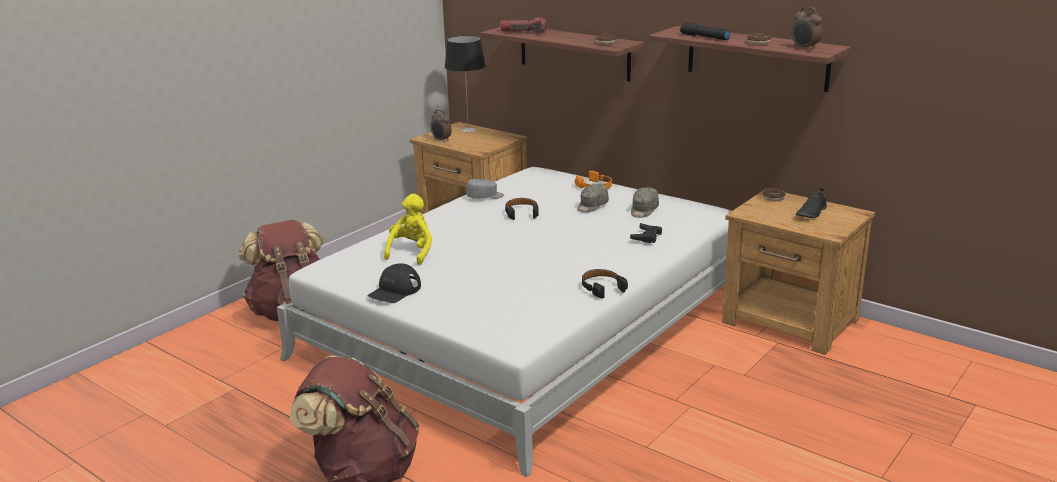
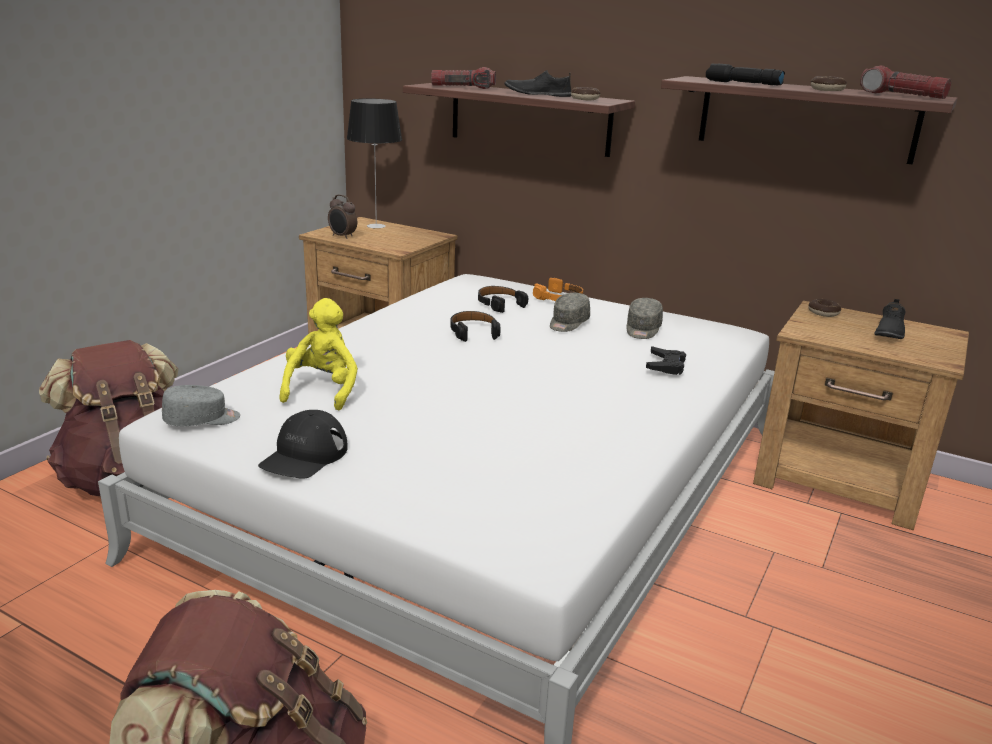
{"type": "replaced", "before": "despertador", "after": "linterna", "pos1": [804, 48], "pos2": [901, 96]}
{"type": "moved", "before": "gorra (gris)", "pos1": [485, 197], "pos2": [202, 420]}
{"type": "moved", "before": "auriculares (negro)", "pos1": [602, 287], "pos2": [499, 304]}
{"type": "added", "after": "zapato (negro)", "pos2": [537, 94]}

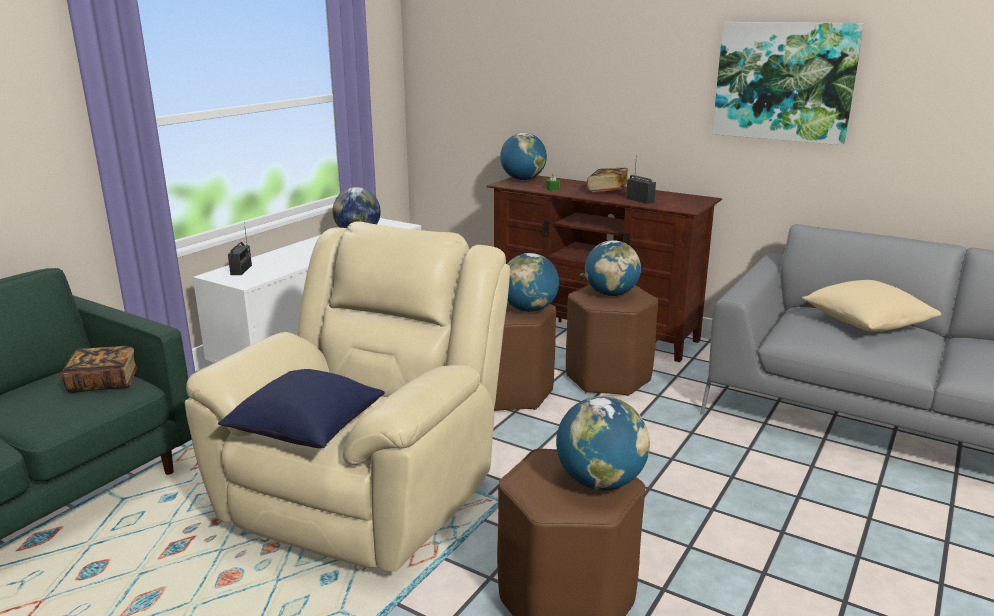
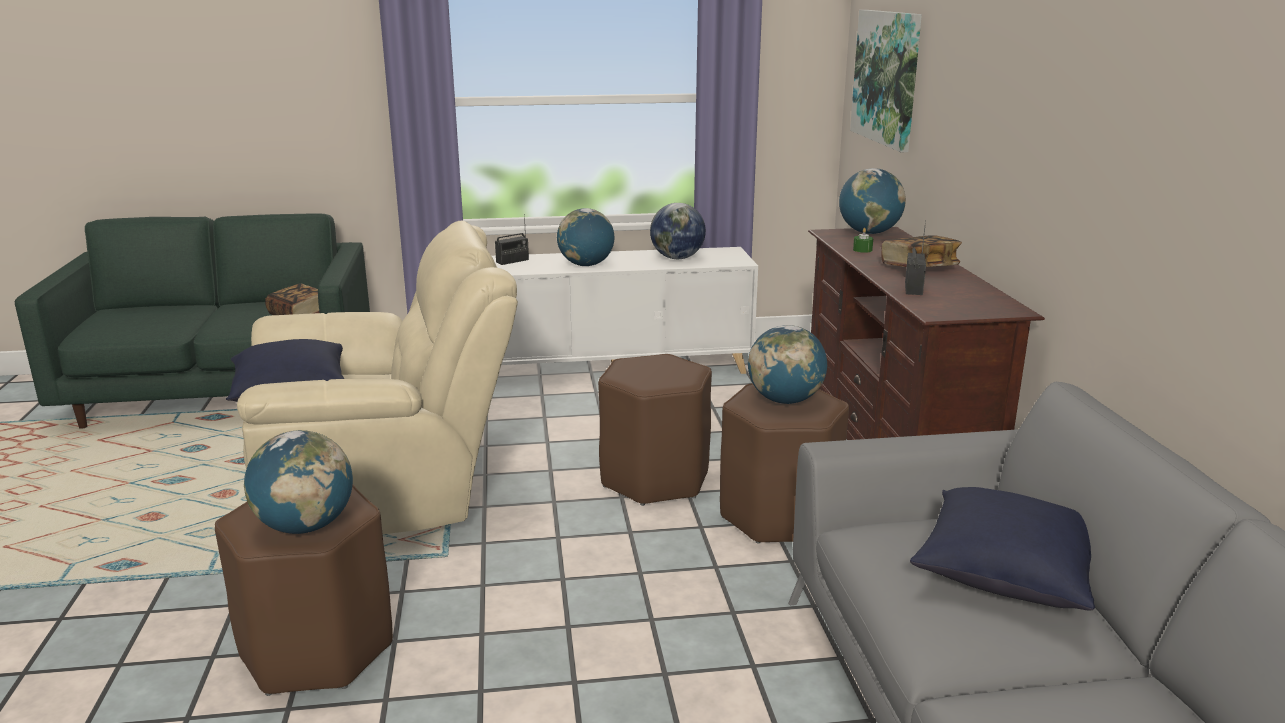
{"type": "moved", "before": "cuadro", "pos1": [784, 82], "pos2": [887, 77]}
{"type": "moved", "before": "globo terráqueo", "pos1": [529, 309], "pos2": [586, 265]}
{"type": "recoloured", "before": "cojín (beis)", "after": "cojín (azul)", "pos1": [865, 323], "pos2": [1006, 573]}

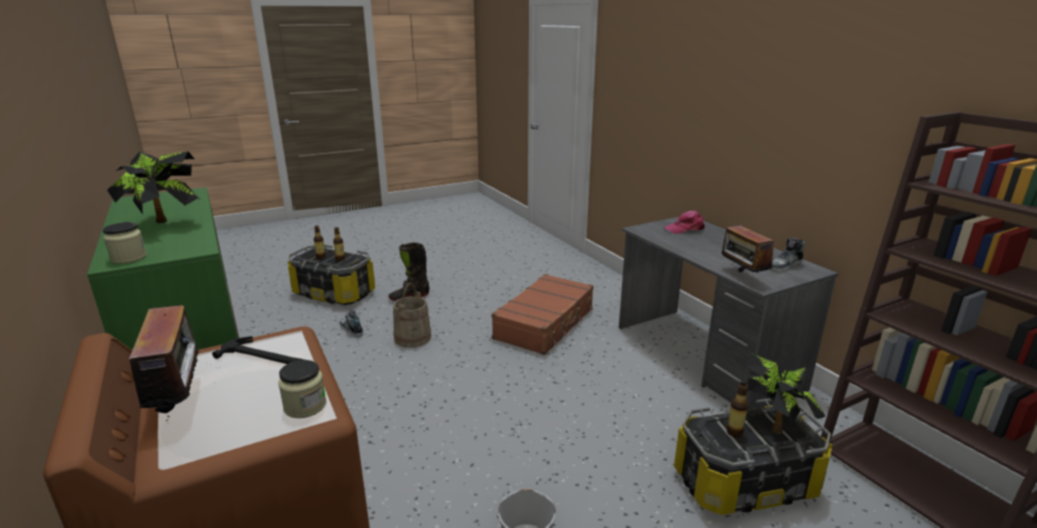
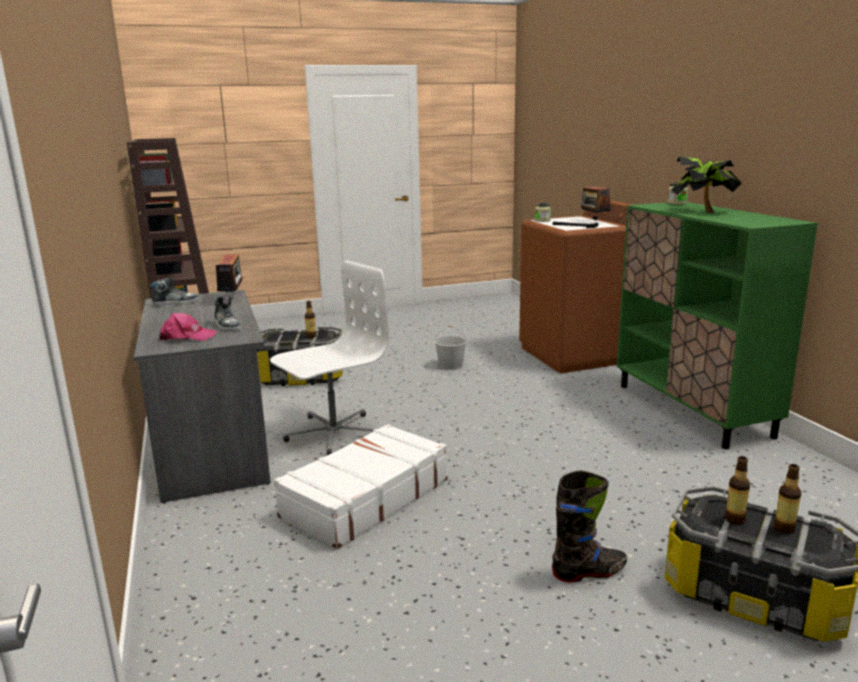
{"type": "recoloured", "before": "maleta (marrón)", "after": "maleta (blanco)", "pos1": [545, 324], "pos2": [364, 498]}
{"type": "removed", "before": "cubo (beis)", "pos1": [412, 337]}
{"type": "moved", "before": "zapato", "pos1": [351, 330], "pos2": [227, 326]}
{"type": "removed", "before": "planta en maceta", "pos1": [774, 424]}
{"type": "added", "after": "silla de oficina (blanco)", "pos2": [333, 433]}

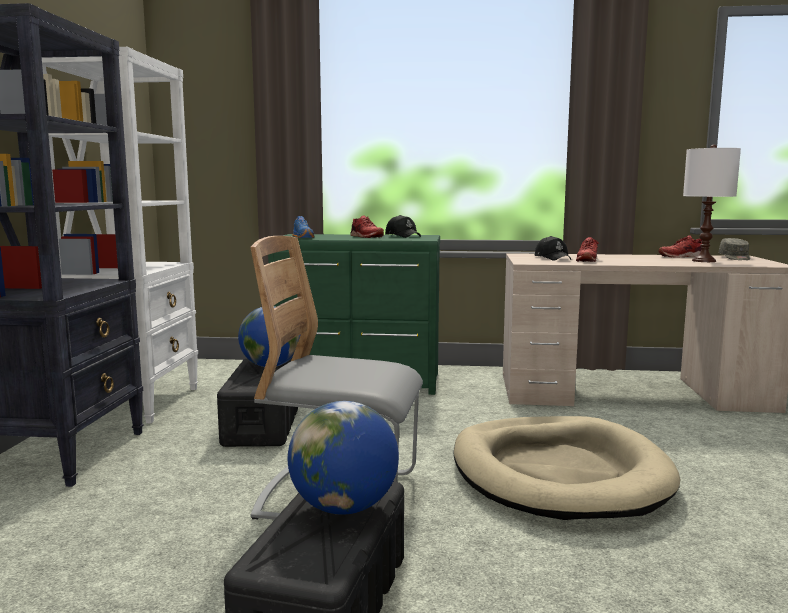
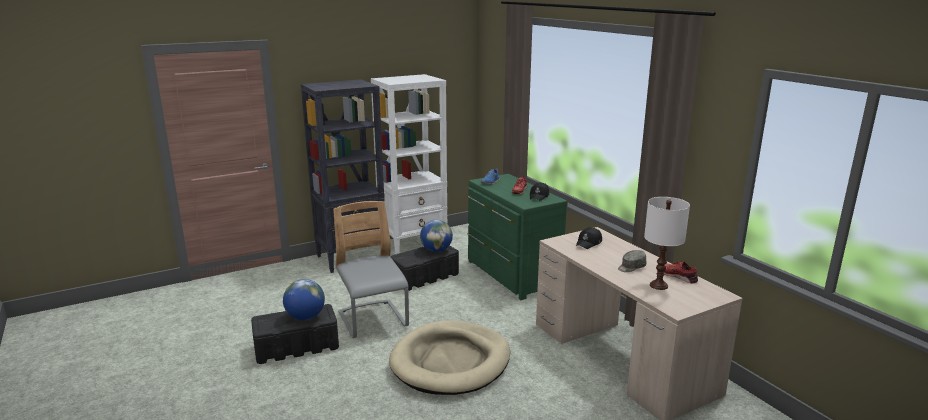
{"type": "removed", "before": "zapato (rojo)", "pos1": [587, 260]}
{"type": "moved", "before": "gorra (gris)", "pos1": [735, 258], "pos2": [631, 267]}

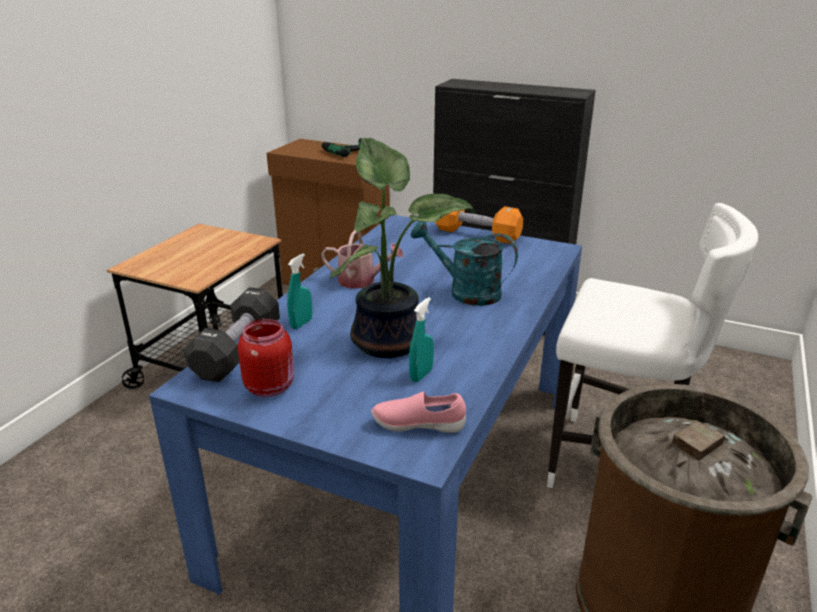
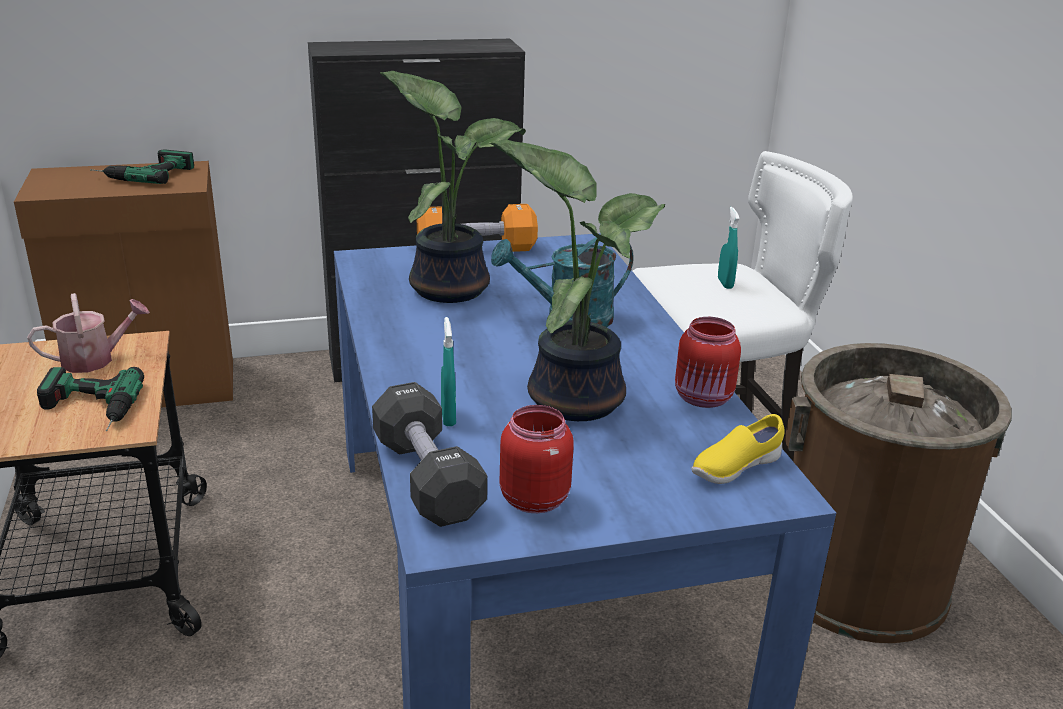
{"type": "moved", "before": "regadera", "pos1": [362, 281], "pos2": [95, 359]}
{"type": "moved", "before": "pulverizador (turquesa)", "pos1": [421, 375], "pos2": [725, 283]}
{"type": "recoloured", "before": "zapato (rosa)", "after": "zapato (amarillo)", "pos1": [418, 425], "pos2": [734, 468]}
{"type": "added", "after": "planta en maceta", "pos2": [449, 287]}
{"type": "added", "after": "tarro (rojo)", "pos2": [704, 399]}
{"type": "added", "after": "taladro", "pos2": [87, 411]}

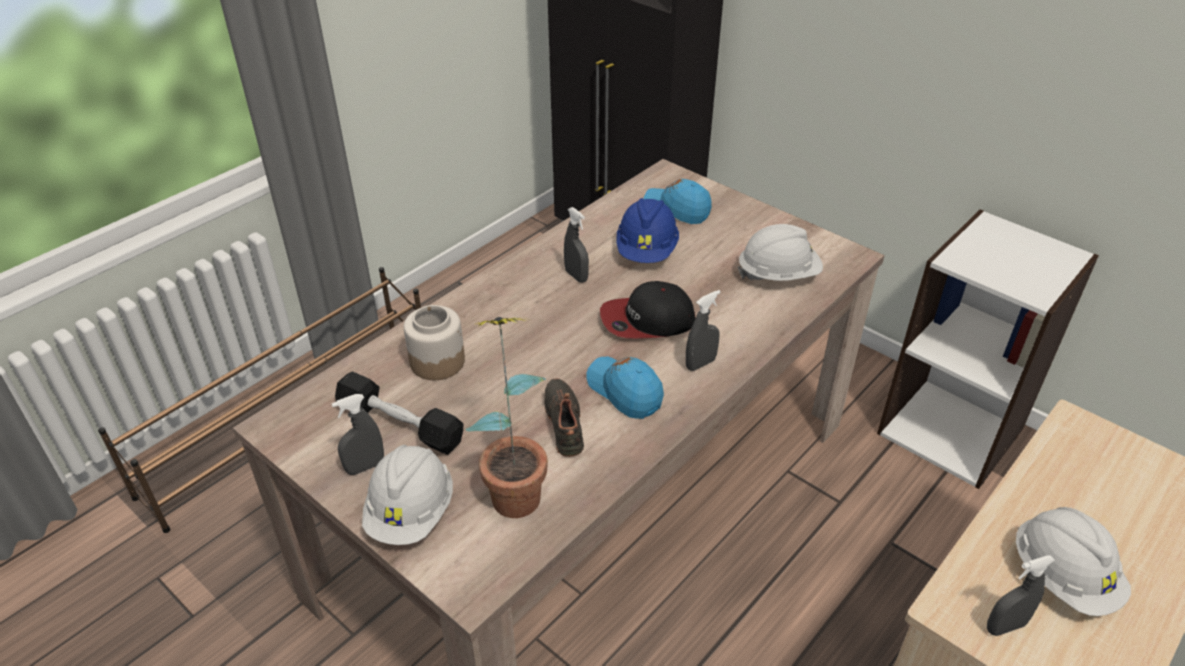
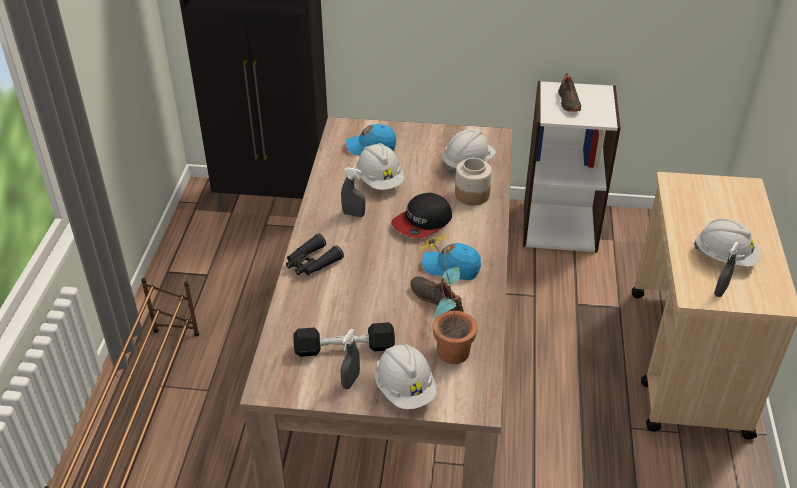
{"type": "recoloured", "before": "casco (azul)", "after": "casco (blanco)", "pos1": [647, 251], "pos2": [379, 181]}
{"type": "removed", "before": "pulverizador (gris)", "pos1": [700, 363]}
{"type": "moved", "before": "tarro", "pos1": [437, 361], "pos2": [471, 194]}
{"type": "added", "after": "zapato (negro)", "pos2": [568, 102]}
{"type": "added", "after": "prismáticos (negro)", "pos2": [312, 263]}

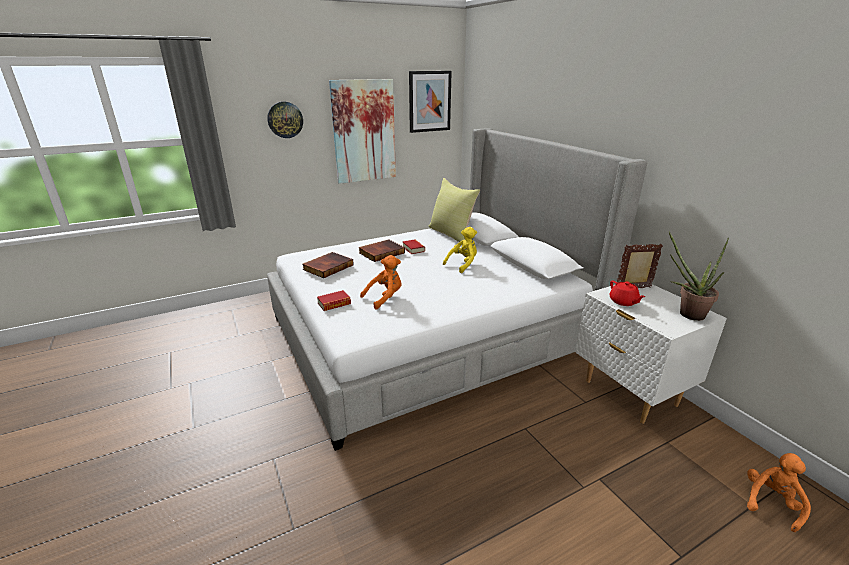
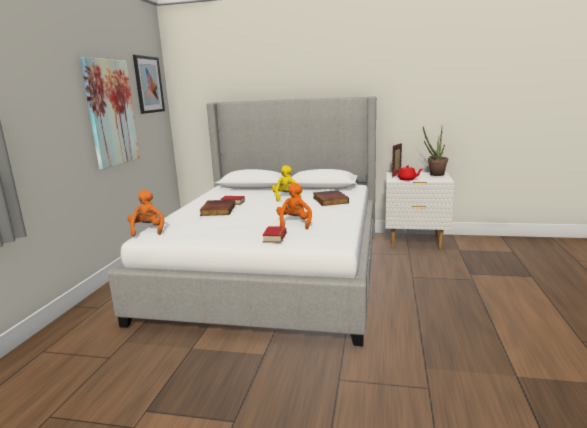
{"type": "removed", "before": "reloj de pared", "pos1": [285, 120]}
{"type": "removed", "before": "cojín (amarillo)", "pos1": [452, 234]}
{"type": "moved", "before": "libro", "pos1": [328, 267], "pos2": [329, 200]}
{"type": "moved", "before": "peluche (naranja)", "pos1": [771, 502], "pos2": [147, 230]}

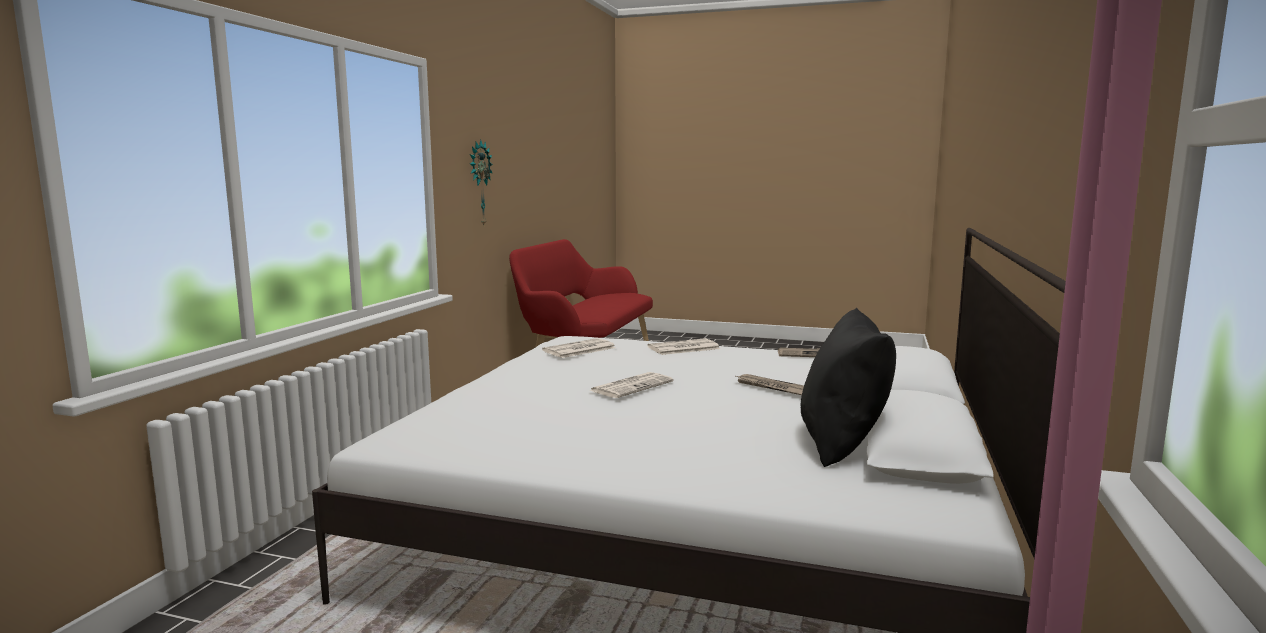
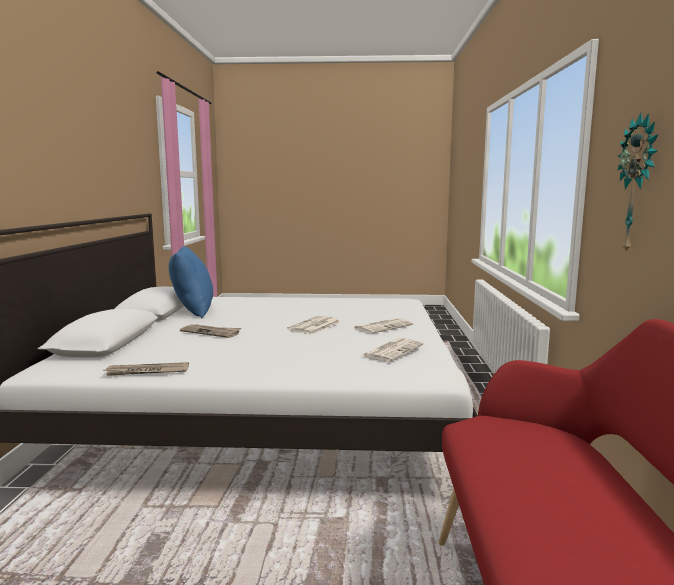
{"type": "recoloured", "before": "cojín (negro)", "after": "cojín (azul)", "pos1": [842, 443], "pos2": [193, 311]}
{"type": "moved", "before": "periódico", "pos1": [683, 348], "pos2": [383, 326]}

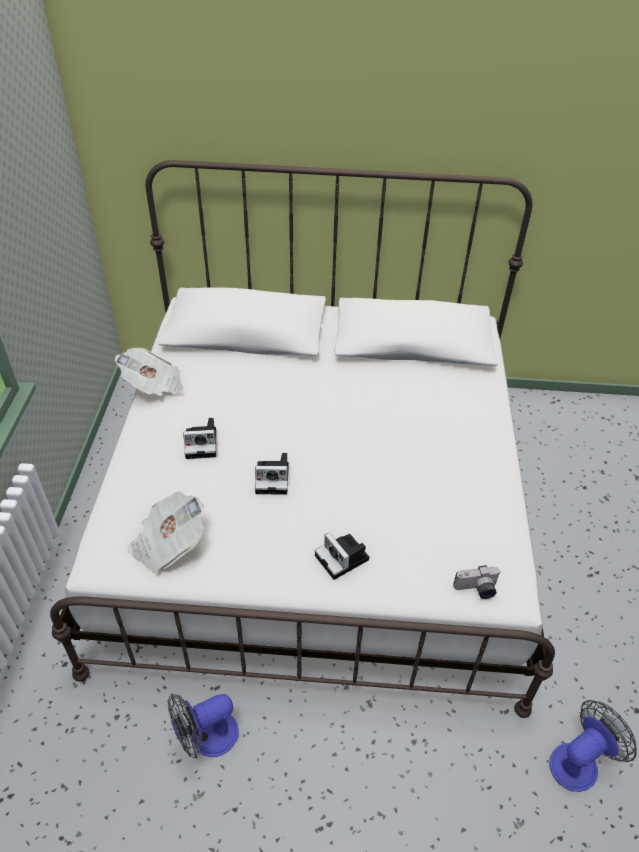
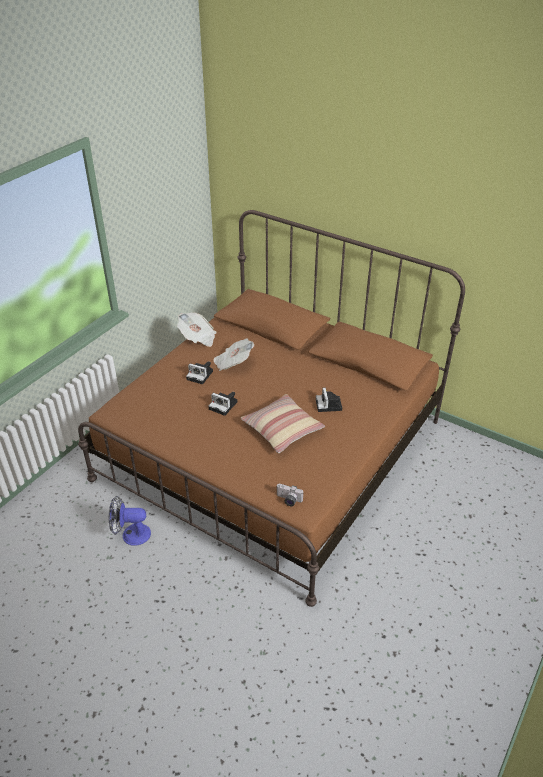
{"type": "recoloured", "before": "cama (blanco)", "after": "cama (marrón)", "pos1": [316, 509], "pos2": [271, 449]}
{"type": "moved", "before": "periódico", "pos1": [168, 544], "pos2": [233, 363]}
{"type": "moved", "before": "cámara", "pos1": [343, 559], "pos2": [329, 405]}
{"type": "removed", "before": "ventilador", "pos1": [579, 761]}
{"type": "added", "after": "cojín", "pos2": [282, 429]}

